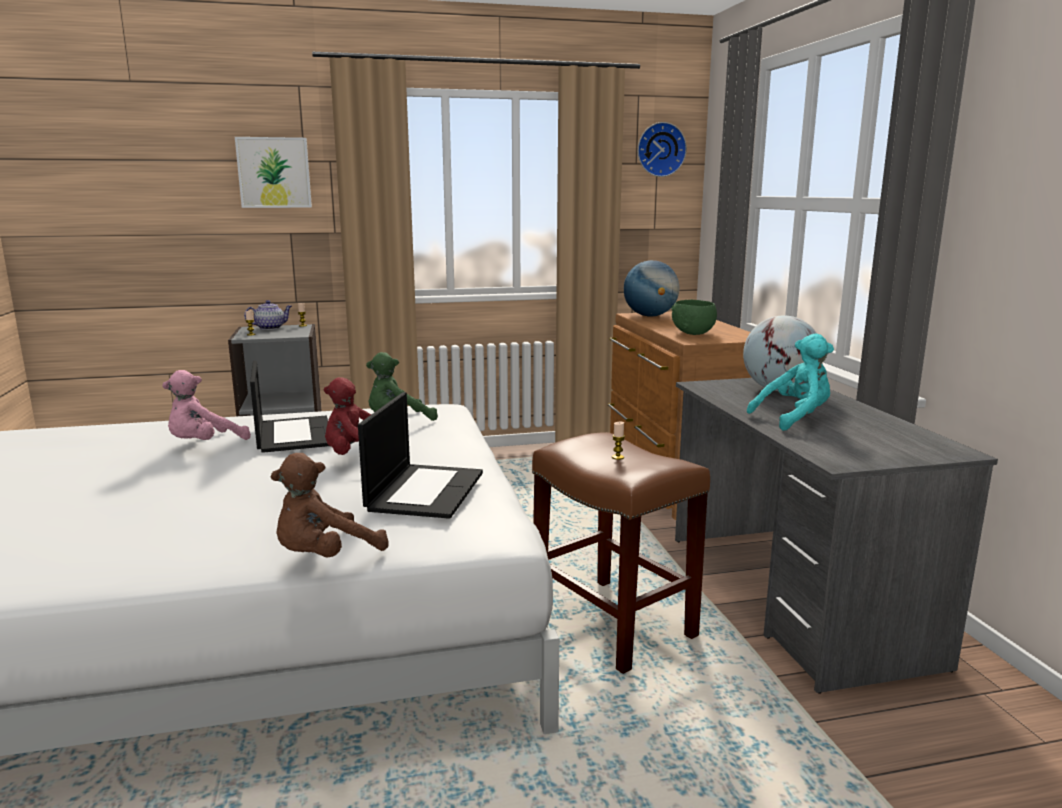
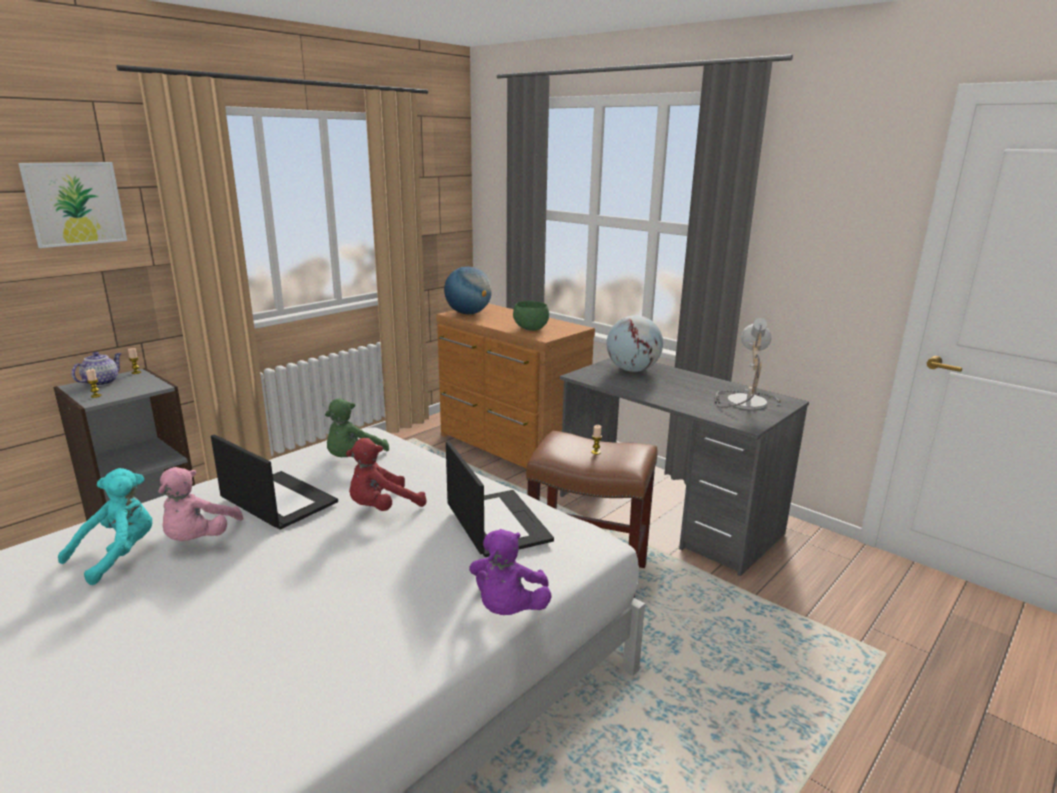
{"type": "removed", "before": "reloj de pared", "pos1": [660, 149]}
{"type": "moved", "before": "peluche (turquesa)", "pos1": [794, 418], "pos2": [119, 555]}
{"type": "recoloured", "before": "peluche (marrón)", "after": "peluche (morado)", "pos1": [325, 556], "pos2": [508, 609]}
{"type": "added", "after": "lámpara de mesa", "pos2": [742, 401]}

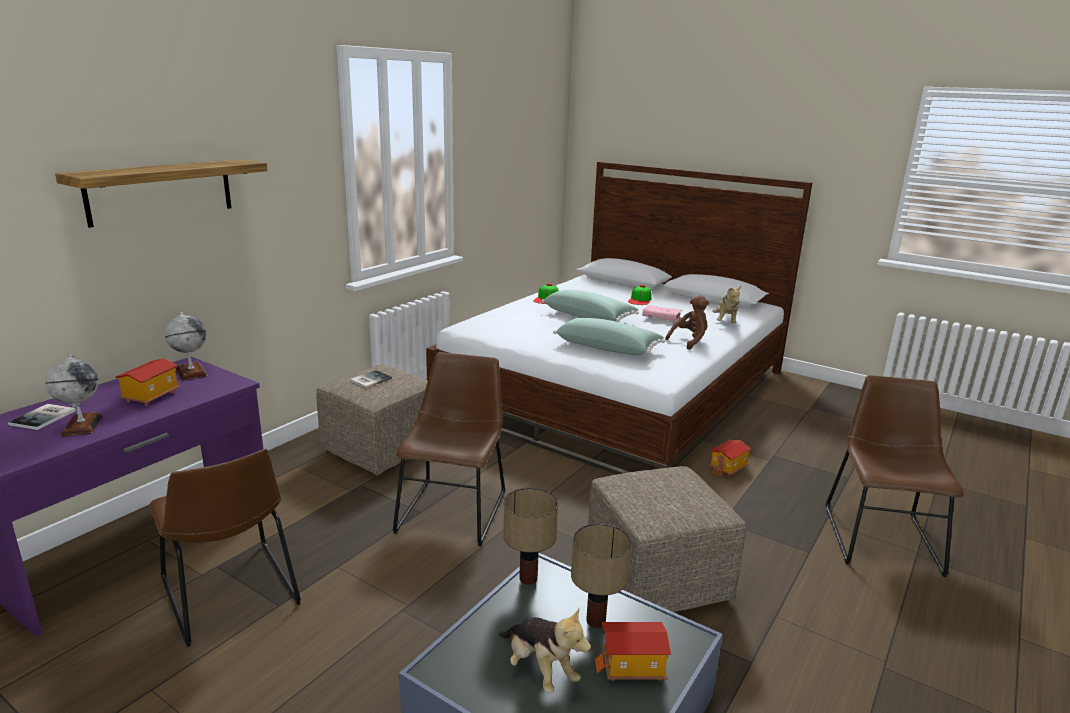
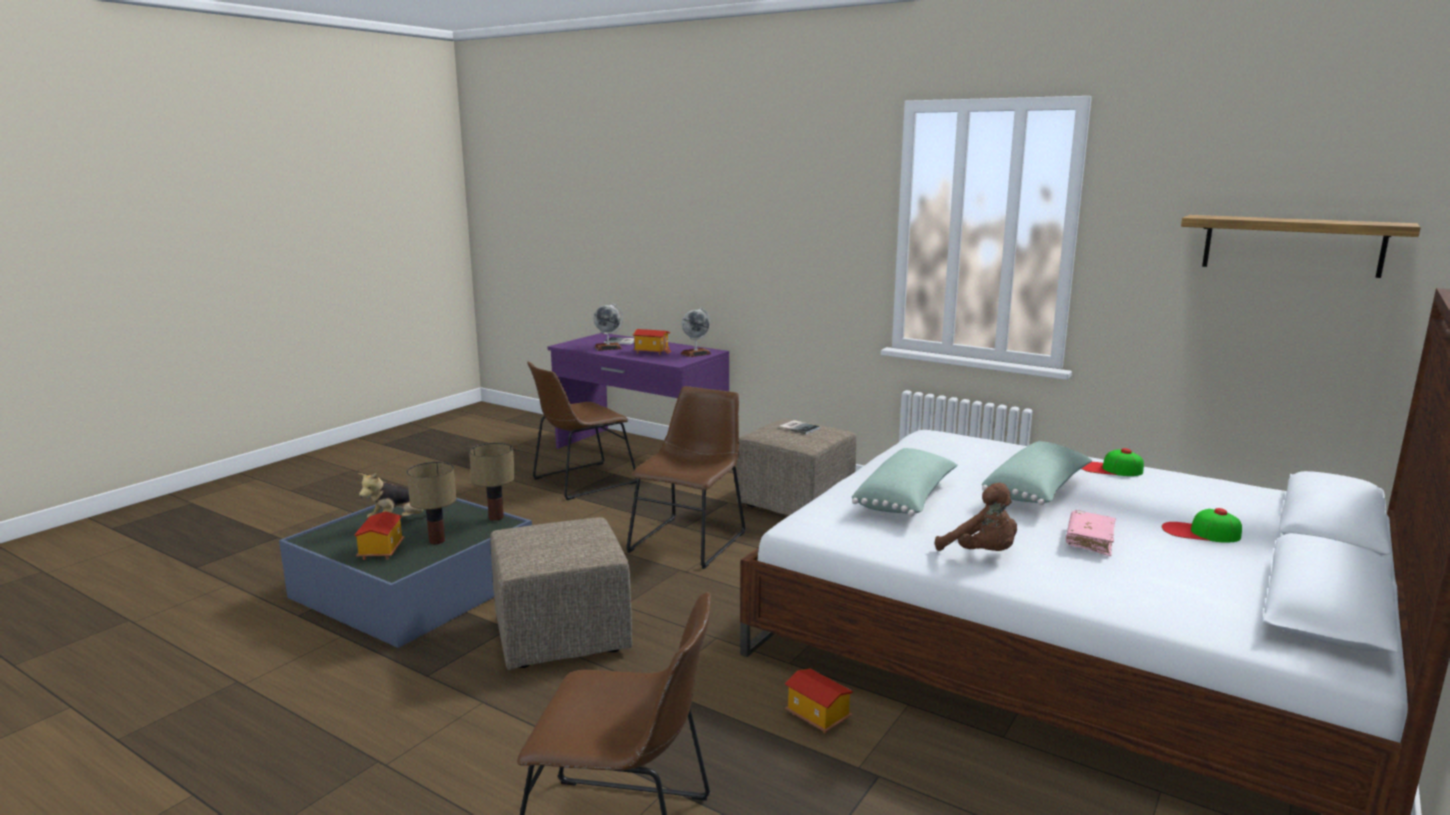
{"type": "moved", "before": "estante", "pos1": [161, 191], "pos2": [1292, 245]}
{"type": "removed", "before": "peluche", "pos1": [725, 322]}
{"type": "turned", "before": "silla (marrón)", "pos1": [453, 509], "pos2": [690, 540], "turn": -75}

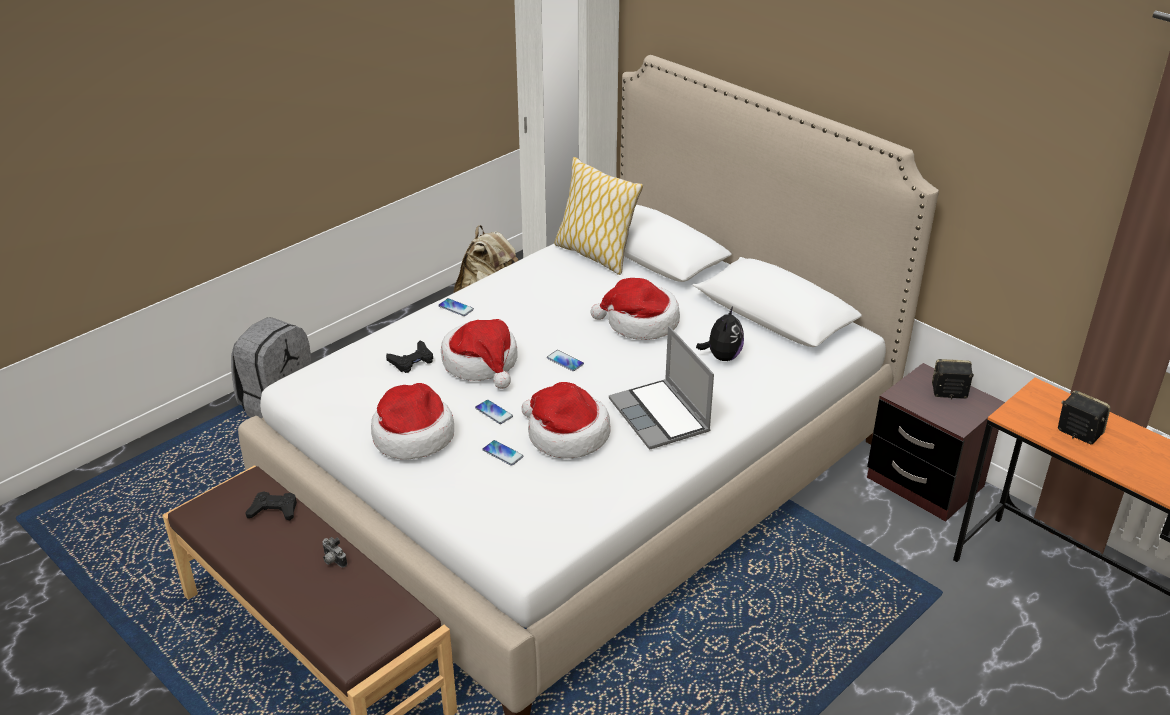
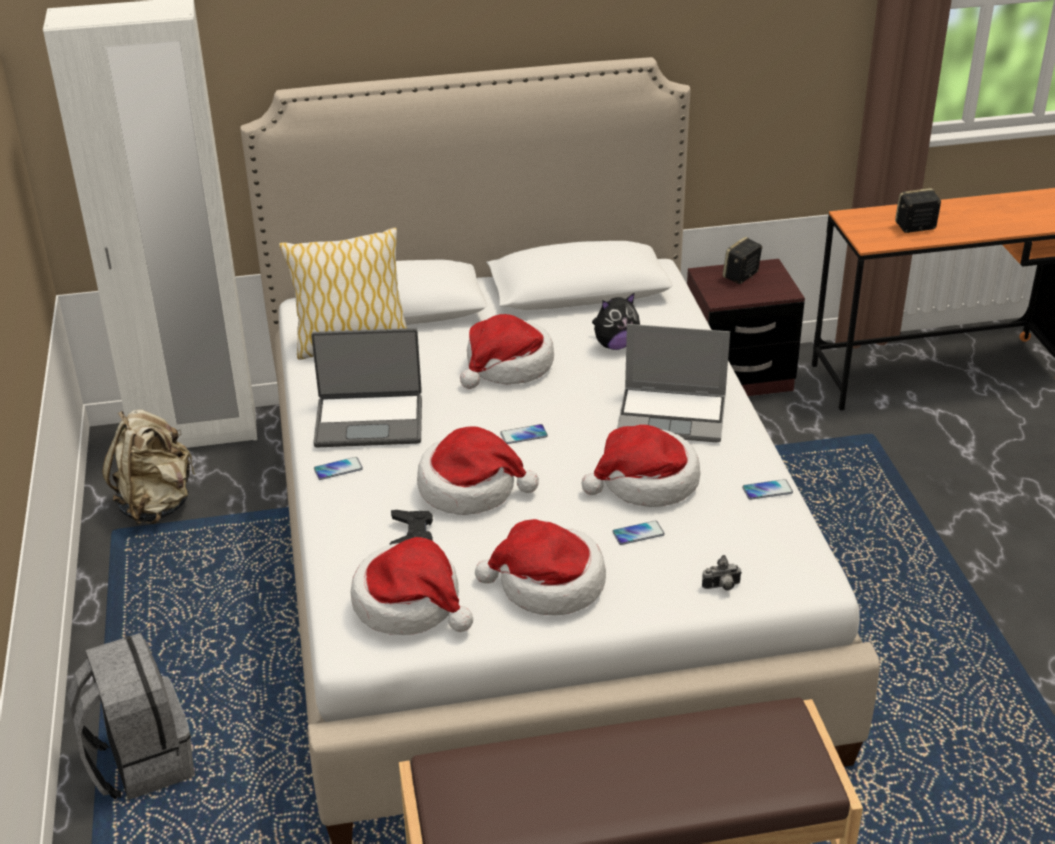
{"type": "turned", "before": "peluche", "pos1": [722, 357], "pos2": [615, 345], "turn": 105}
{"type": "moved", "before": "móvil", "pos1": [494, 412], "pos2": [767, 490]}
{"type": "removed", "before": "mando de consola (negro)", "pos1": [274, 510]}
{"type": "moved", "before": "cámara", "pos1": [332, 561], "pos2": [722, 587]}
{"type": "added", "after": "portátil", "pos2": [369, 421]}
{"type": "added", "after": "sombrero", "pos2": [410, 604]}

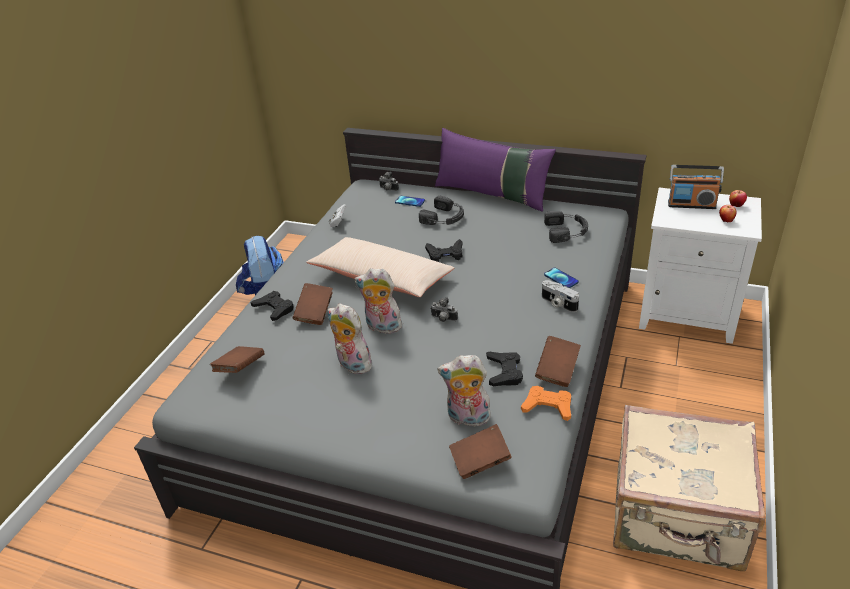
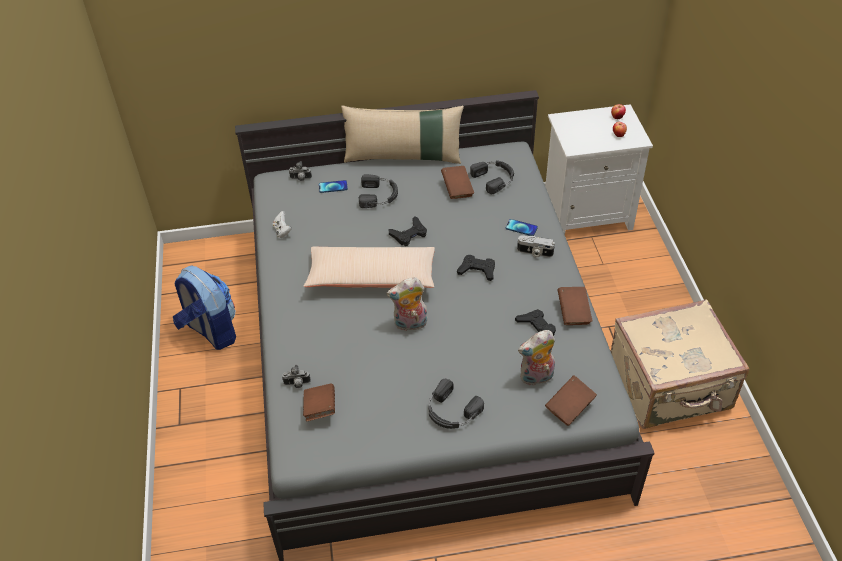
{"type": "recoloured", "before": "cojín (morado)", "after": "cojín (beis)", "pos1": [492, 194], "pos2": [403, 157]}
{"type": "removed", "before": "radio", "pos1": [691, 205]}
{"type": "moved", "before": "libro (marrón)", "pos1": [315, 313], "pos2": [457, 189]}
{"type": "moved", "before": "mando de consola (negro)", "pos1": [274, 309], "pos2": [477, 270]}
{"type": "moved", "before": "cámara", "pos1": [443, 319], "pos2": [297, 384]}
{"type": "removed", "before": "peluche", "pos1": [351, 365]}
{"type": "removed", "before": "mando de consola (naranja)", "pos1": [548, 406]}
{"type": "added", "after": "auriculares (negro)", "pos2": [451, 411]}

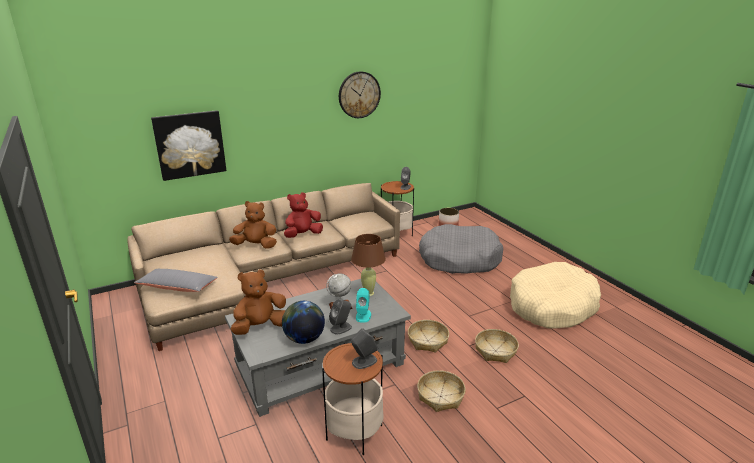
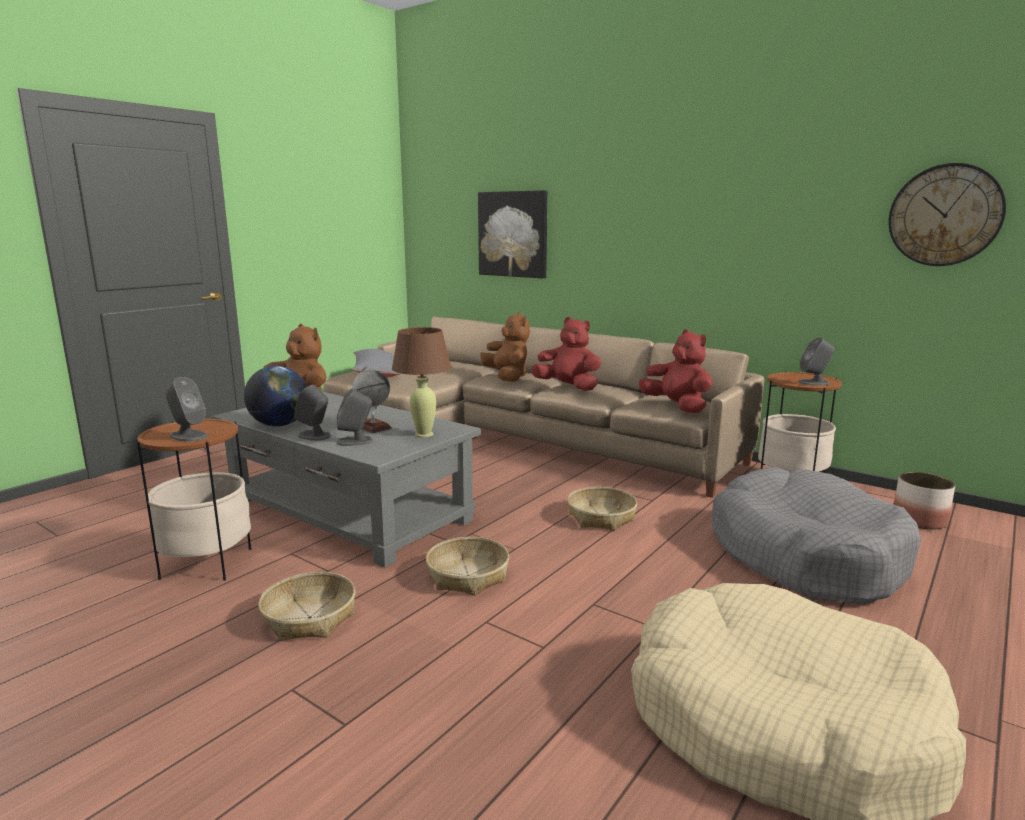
{"type": "moved", "before": "reloj de pared", "pos1": [359, 95], "pos2": [945, 215]}
{"type": "recoloured", "before": "altavoz (turquesa)", "after": "altavoz (gris)", "pos1": [363, 316], "pos2": [355, 441]}
{"type": "moved", "before": "cesta", "pos1": [495, 351], "pos2": [601, 517]}
{"type": "added", "after": "peluche (rojo)", "pos2": [677, 407]}

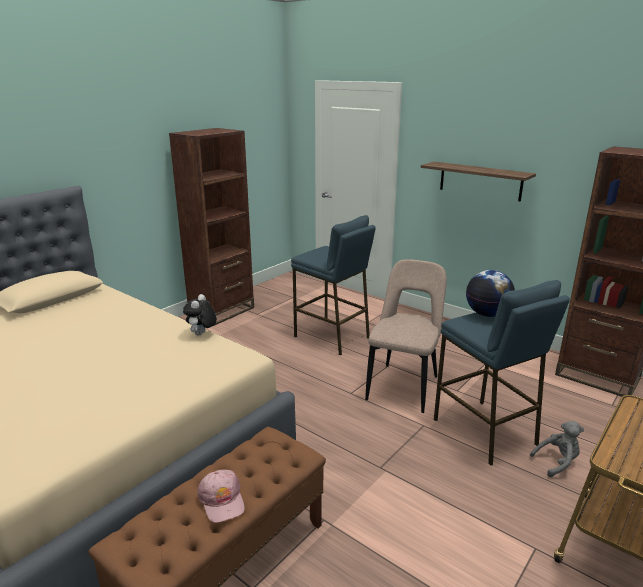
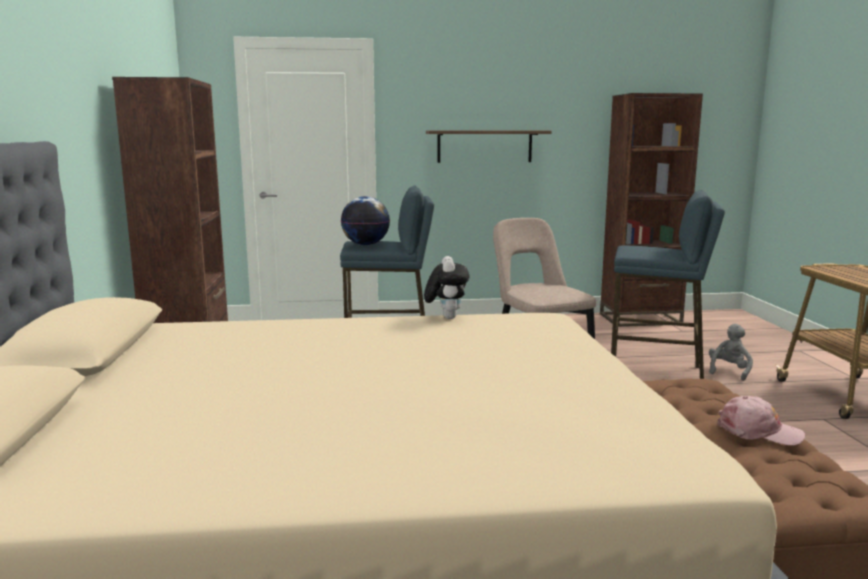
{"type": "moved", "before": "globo terráqueo", "pos1": [487, 314], "pos2": [366, 244]}
{"type": "turned", "before": "peluche", "pos1": [201, 334], "pos2": [446, 317], "turn": -150}

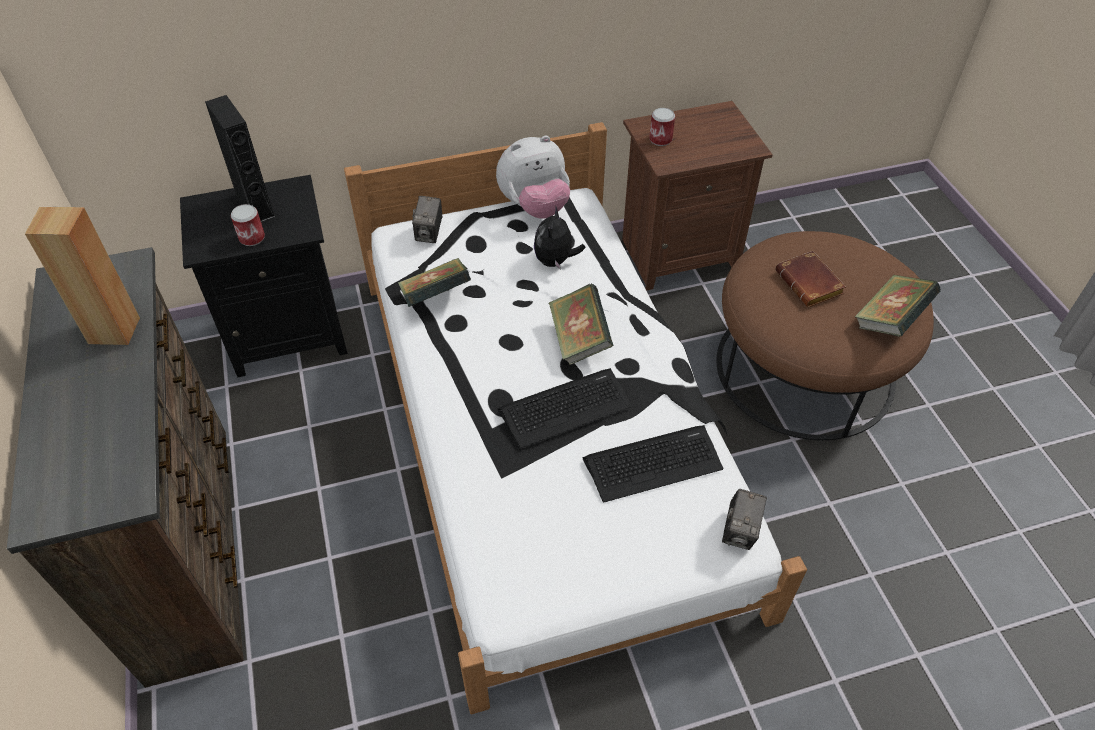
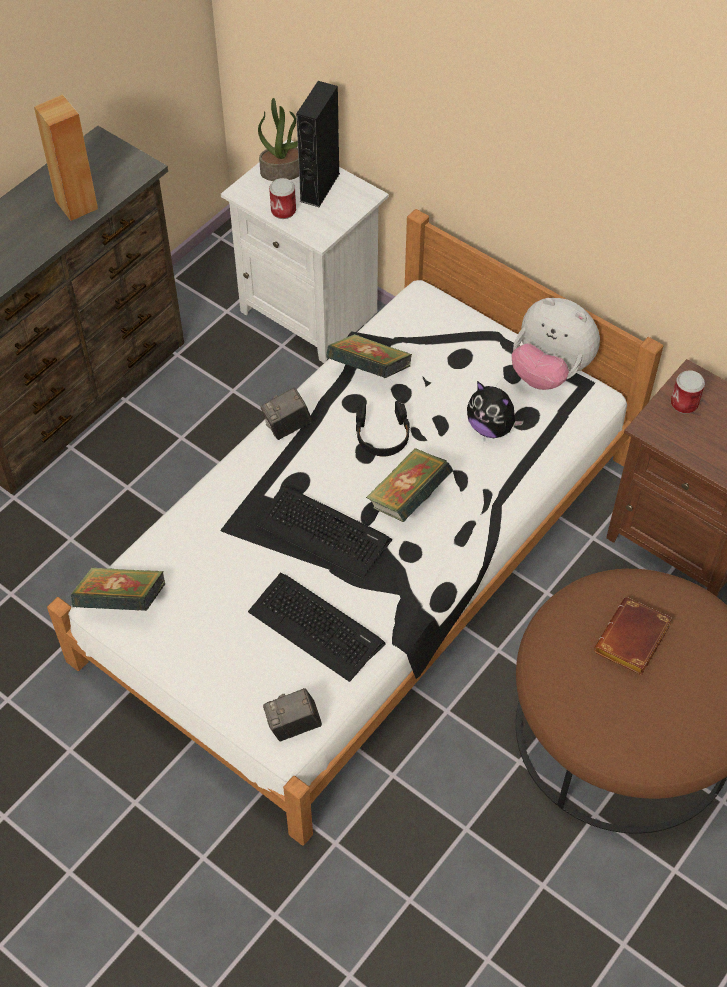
{"type": "recoloured", "before": "mesita de noche (negro)", "after": "mesita de noche (blanco)", "pos1": [288, 334], "pos2": [311, 311]}
{"type": "moved", "before": "cámara", "pos1": [429, 233], "pos2": [287, 427]}
{"type": "turned", "before": "peluche", "pos1": [555, 261], "pos2": [491, 427], "turn": -120}
{"type": "moved", "before": "libro", "pos1": [890, 321], "pos2": [122, 602]}
{"type": "added", "after": "planta en maceta", "pos2": [282, 171]}
{"type": "added", "after": "auriculares (negro)", "pos2": [382, 435]}

